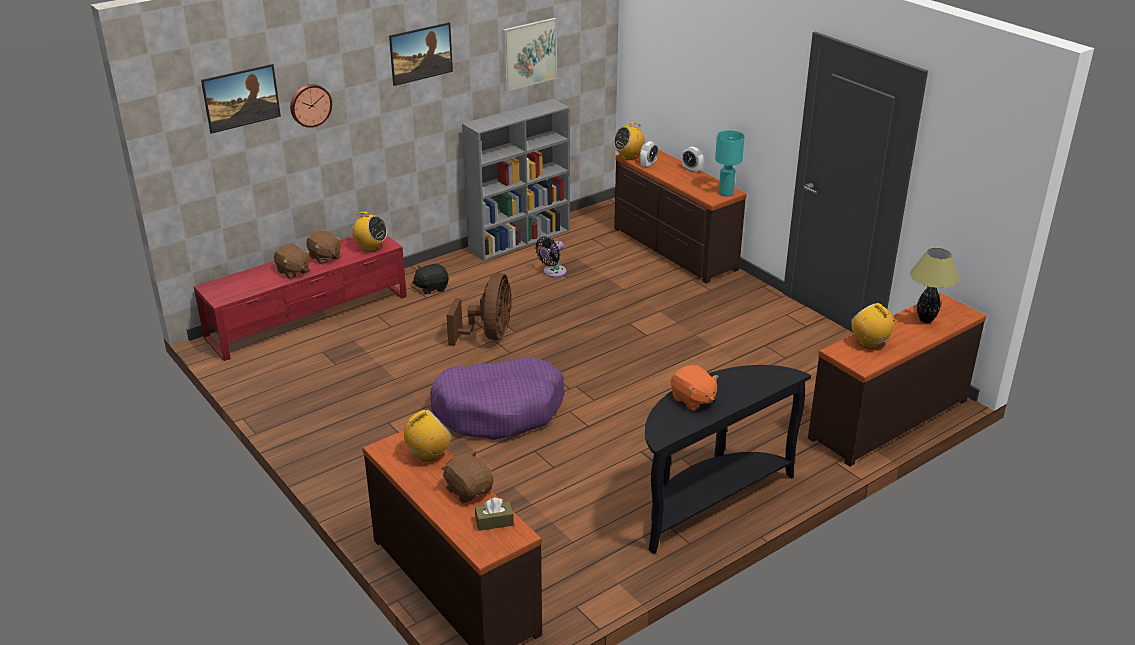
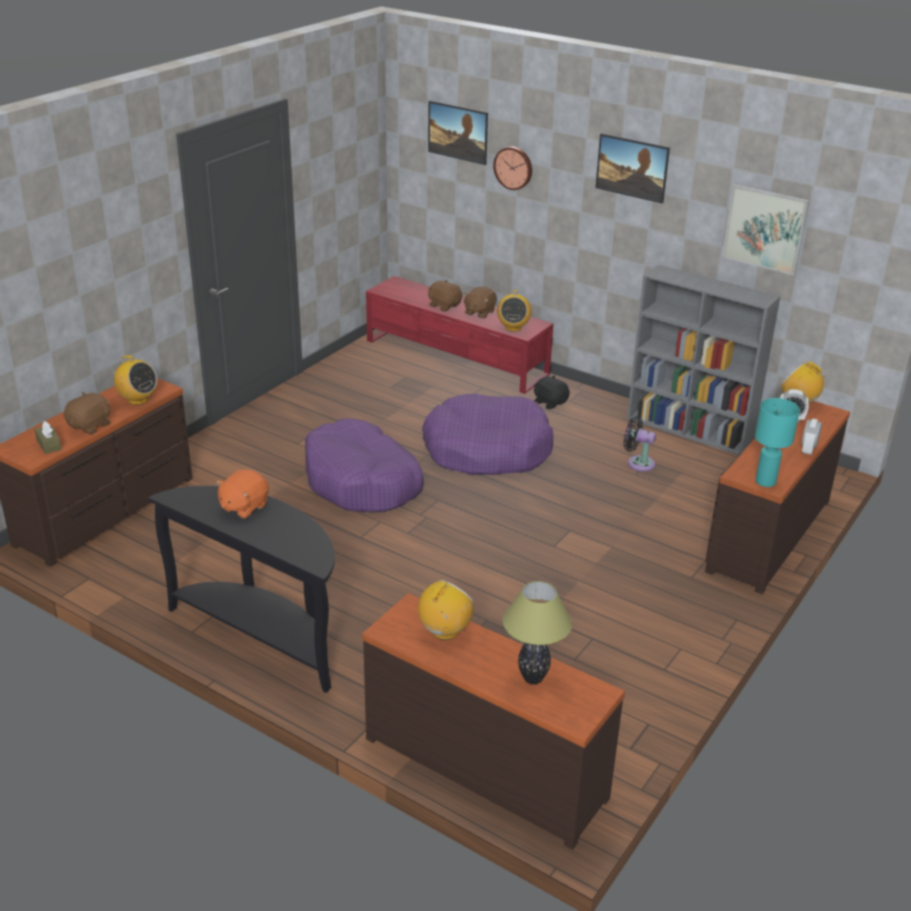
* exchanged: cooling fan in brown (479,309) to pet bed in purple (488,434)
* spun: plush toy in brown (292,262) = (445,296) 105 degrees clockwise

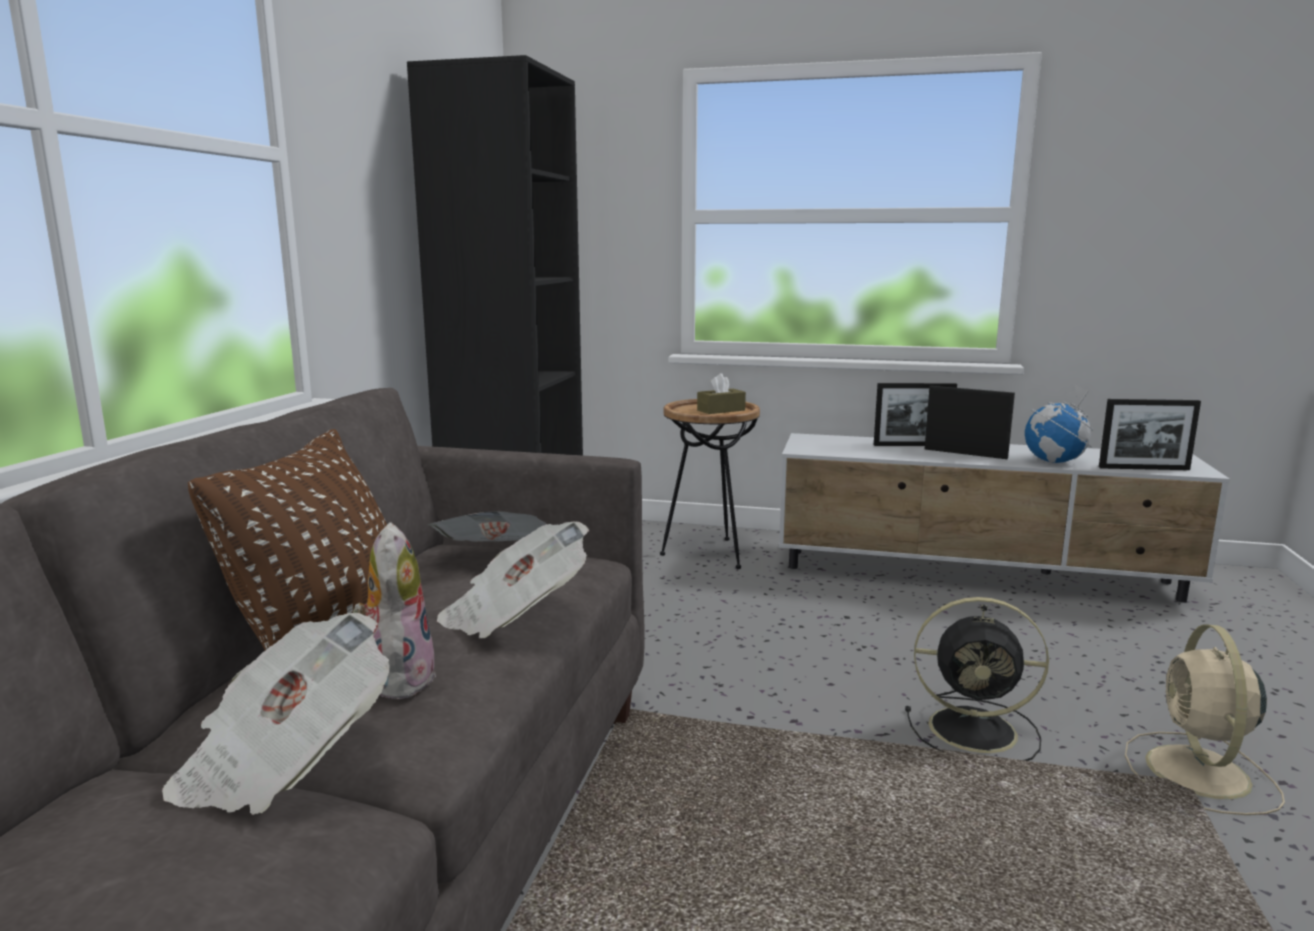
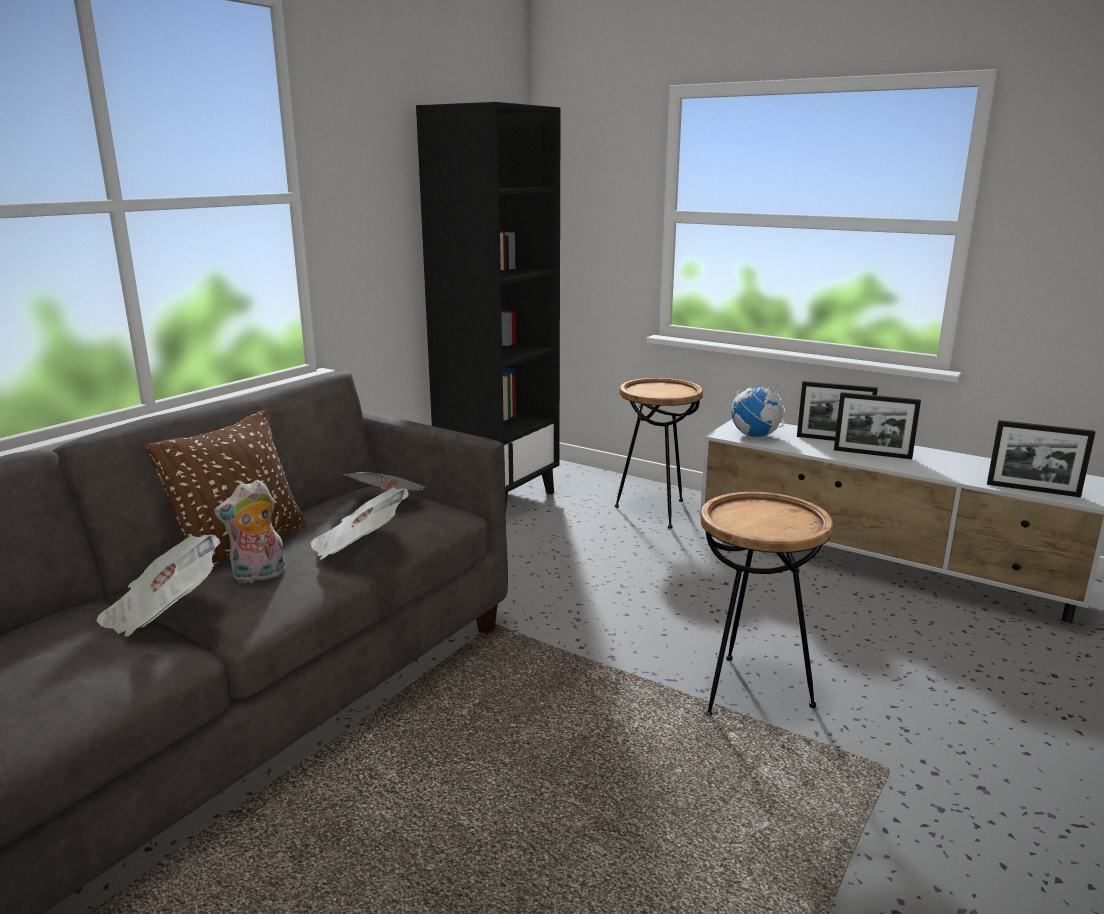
* spun: plush toy (394,610) = (250,531) 135 degrees counterclockwise
* exchanged: cooling fan in black (977,679) to accent table in brown (766,604)
* relocated: desk globe (1059,424) to (758,405)
* spun: picture frame (970,422) = (877,425) 150 degrees clockwise
* missing: tissue box in brown (721,393)
* missing: cooling fan in beige-coloured (1205,719)

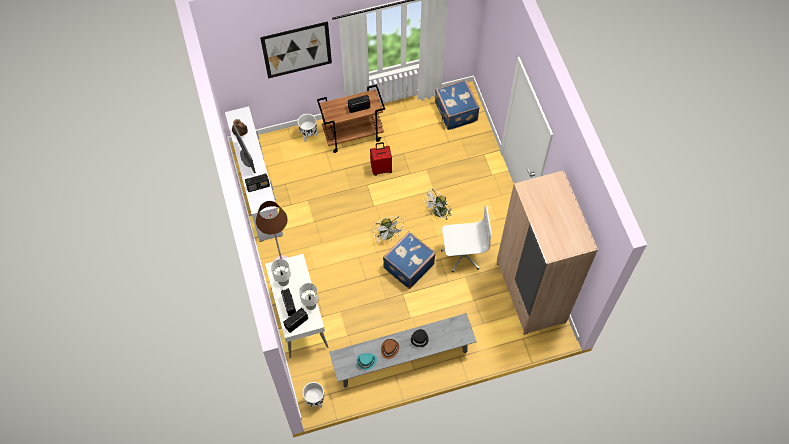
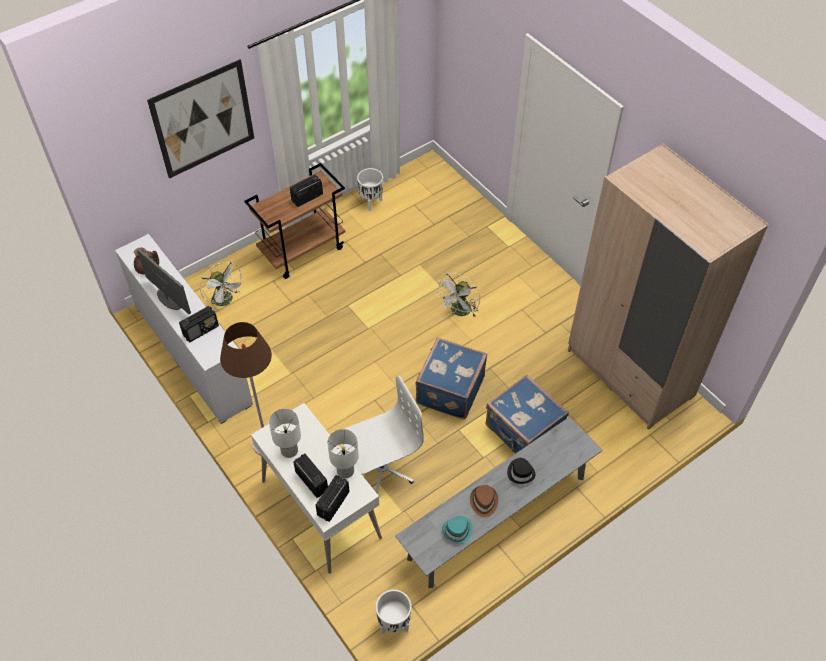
* relocated: cooling fan in white (388,229) to (222,286)
* relocated: computer chair in white (466,239) to (383,435)
* relocated: plant pot in white (307,128) to (370,189)
* relocated: piece of luggage in bluish (457,105) to (527,413)
* missing: piece of luggage in reddish (381,159)

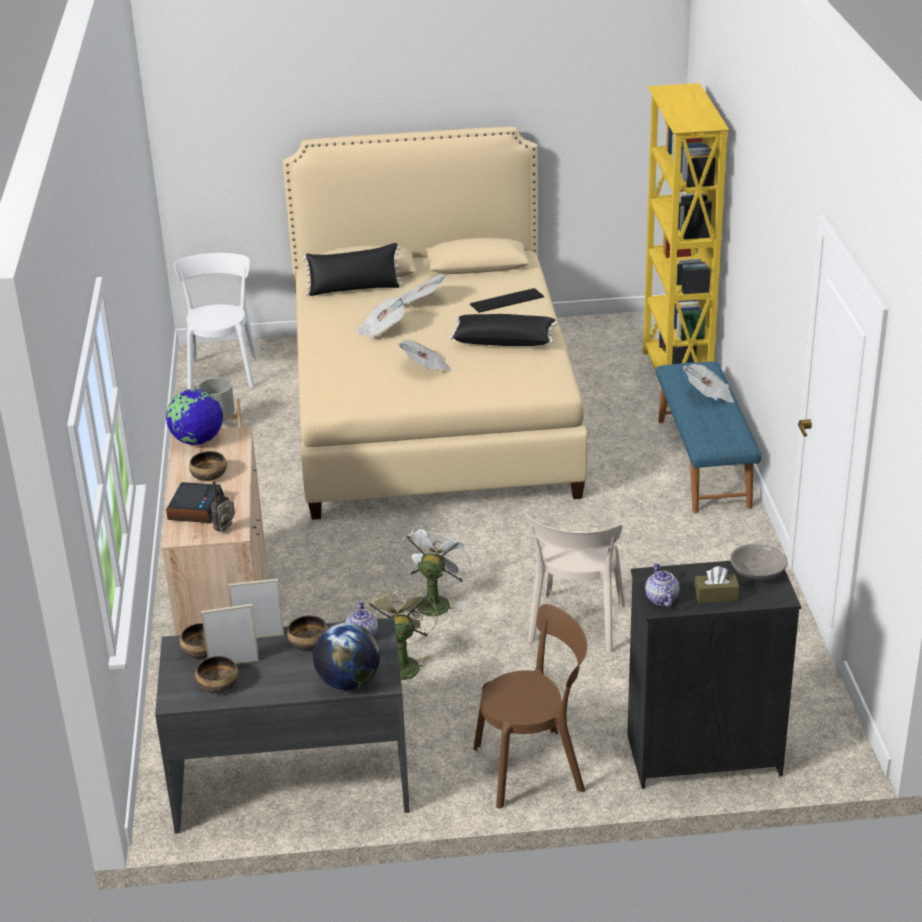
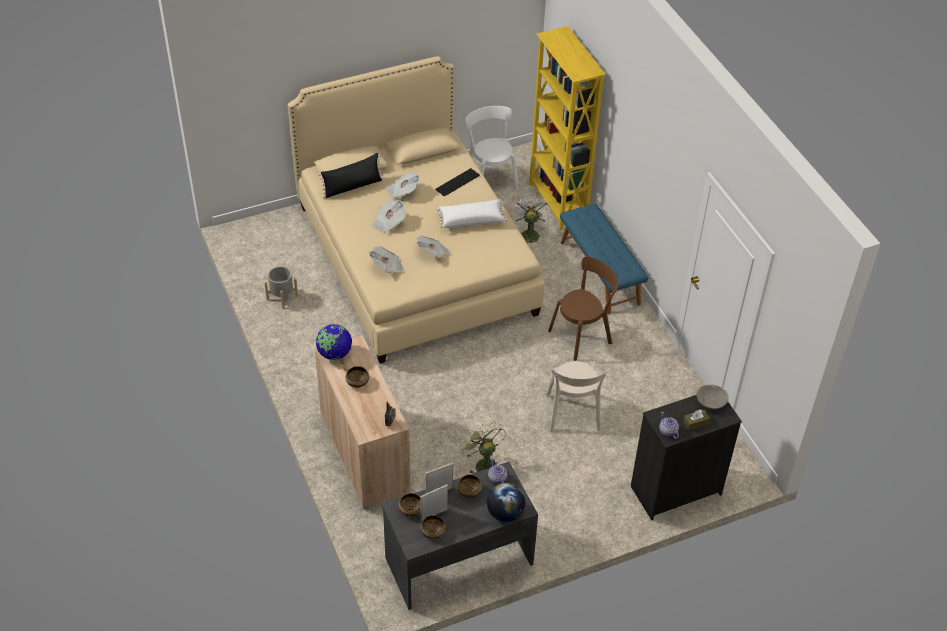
* relocated: daily paper (708,383) to (387,259)
* colour: throw pillow in black (503,330) to throw pillow in white (472,213)
* relocated: chair in white (215,321) to (492,148)
* relocated: cooling fan in white (435,572) to (531,219)
* relocated: chair in brown (530,706) to (583,308)
* missing: bedside clock (195,502)

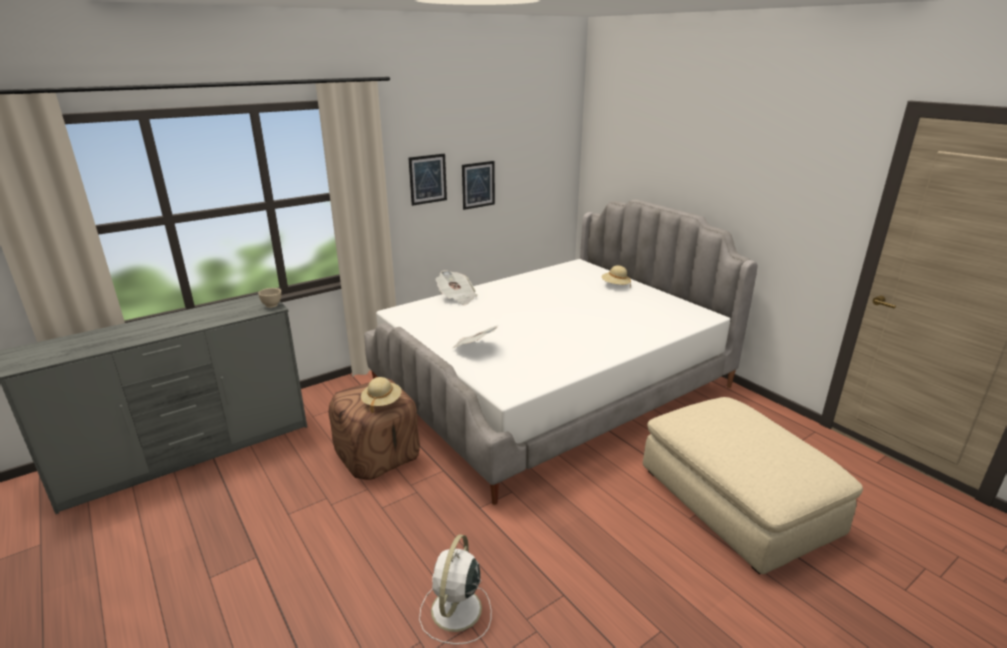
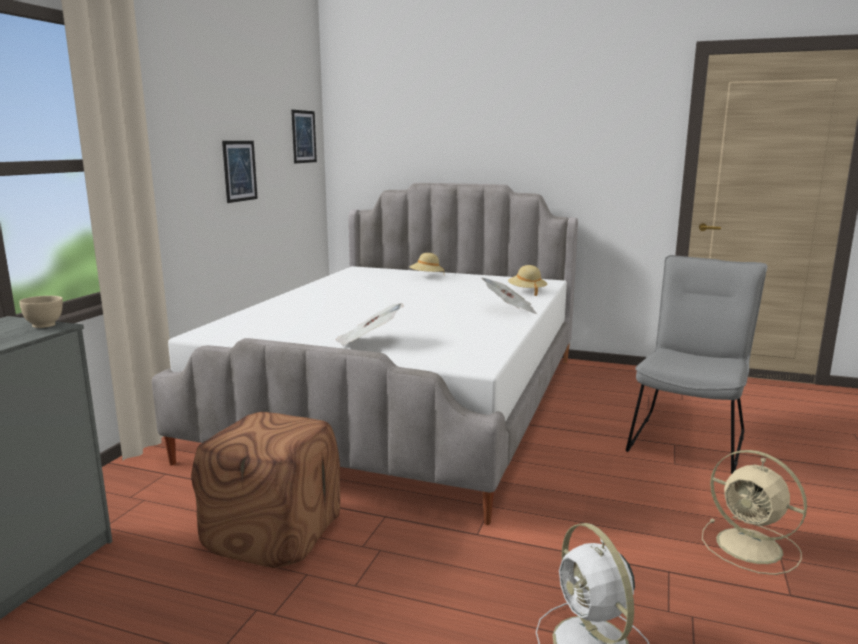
* relocated: wall art (427,180) to (304,136)
* relocated: daily paper (456,287) to (509,295)
* relocated: clothing hat in beige-coloured (381,395) to (527,280)
* exchanged: pouffe in beige-coloured (753,485) to chair in grey (697,364)
* appeared: cooling fan in beige-coloured (754,512)

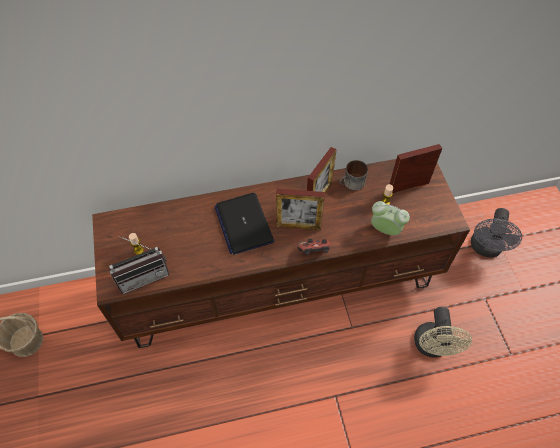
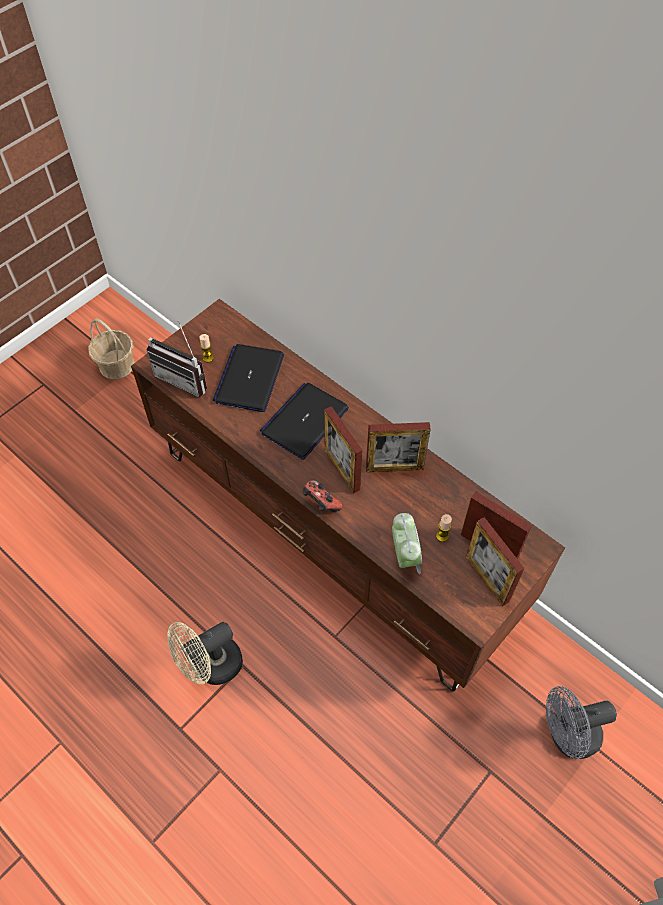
* relocated: cooling fan in beige-coloured (443,332) to (205,653)
* appeared: notebook computer (248,378)
* appeared: picture frame (495,561)
* missing: coffee mug (354,175)

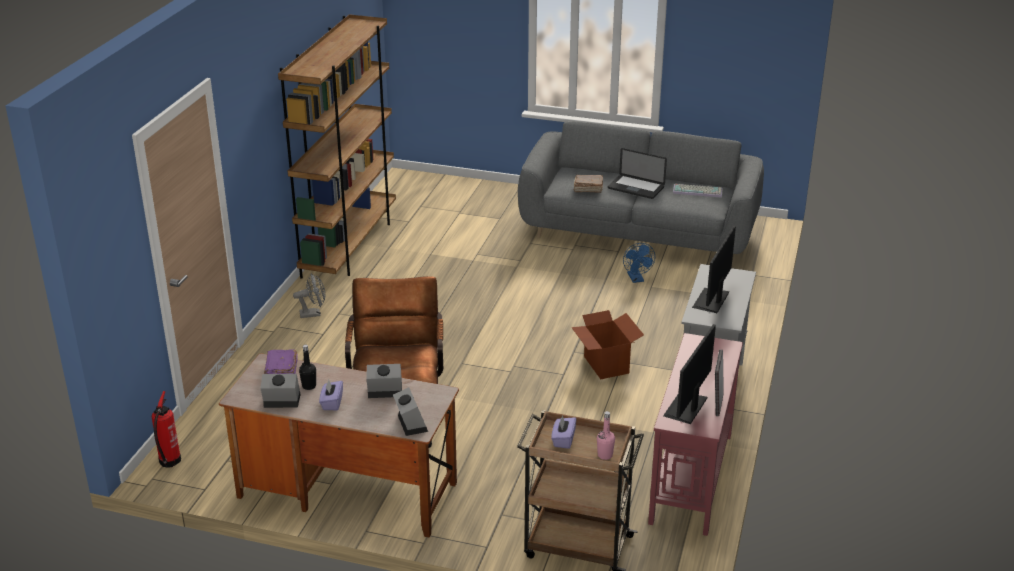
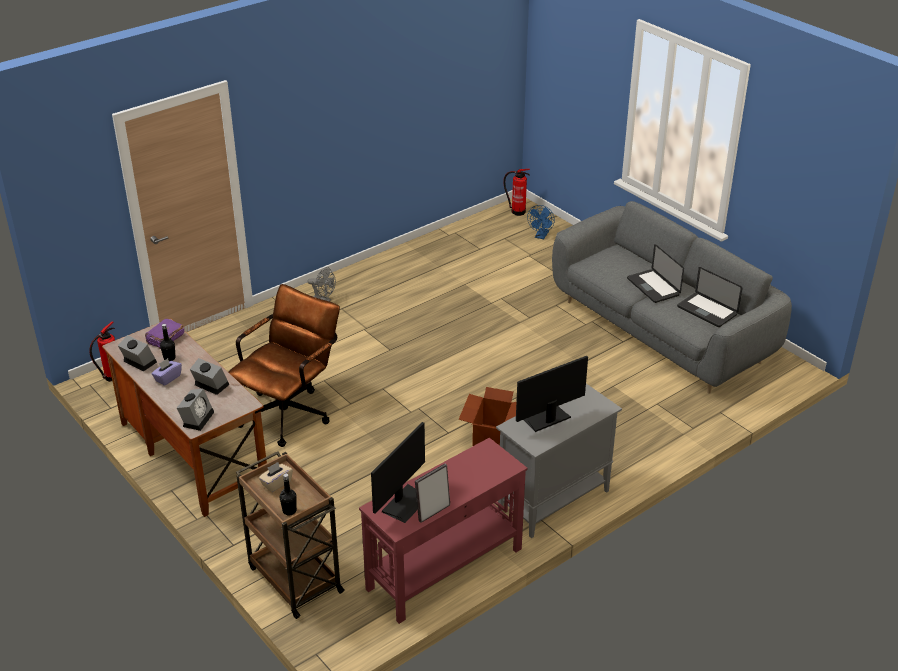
* colour: tissue box in purple (564,432) to tissue box in beige-coloured (276,477)
* colour: beverage bottle in pink (606,435) to beverage bottle in black (288,494)
* spun: monitor (689,374) = (398,472) 150 degrees clockwise
* appeared: fire-fighting cylinder (516,192)
* relocated: cooling fan in bluish (639,263) to (541,222)
* exchanged: PC keyboard (698,191) to notebook computer (709,297)
* missing: shelving unit in brown (337,146)
* missing: bound book in brown (588,184)

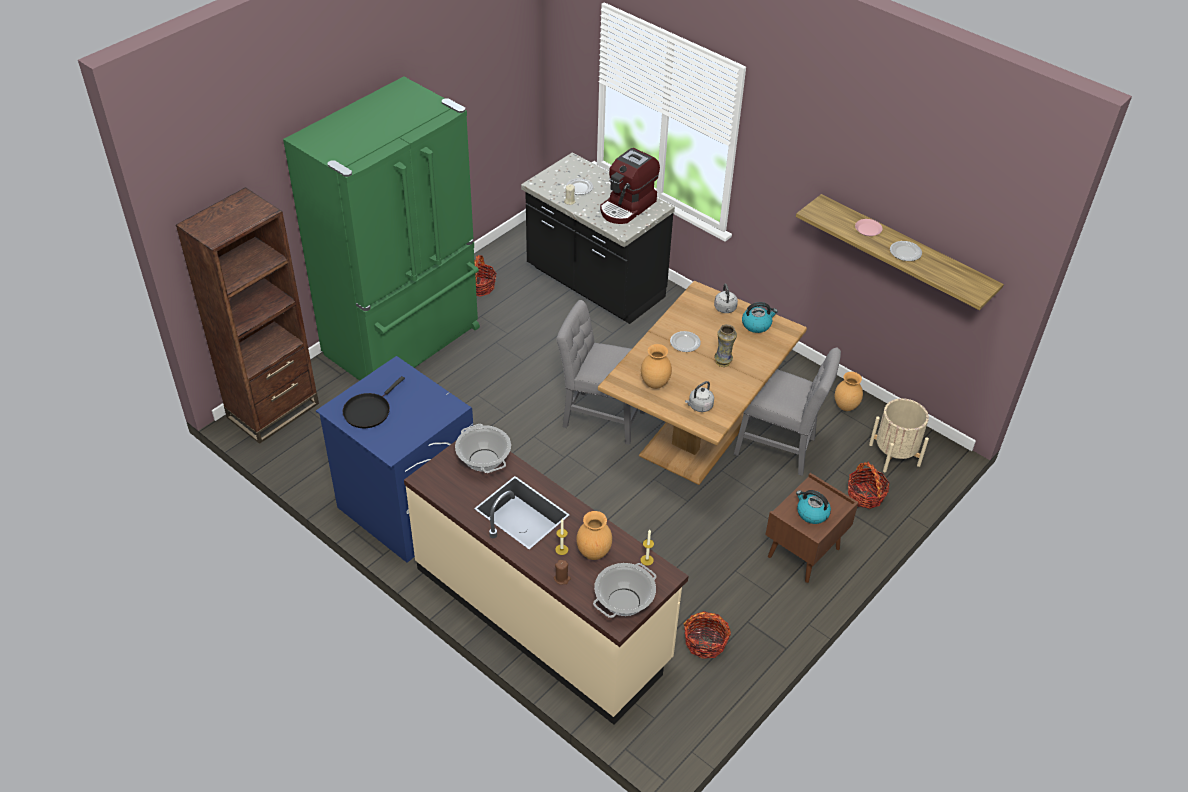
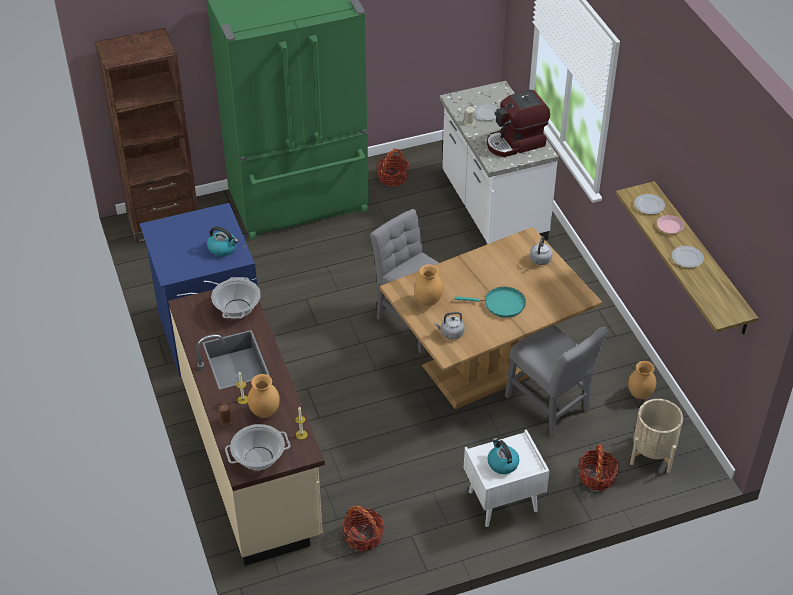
* relocated: kettle (760,317) to (223,241)
* colour: kitchen counter in black (598,238) to kitchen counter in white (499,162)
* exchanged: decorative vase (725,345) to skillet in turquoise-coloured (490,302)
* colour: nightstand in brown (811,528) to nightstand in white (507,478)
* relocated: flat dish (685,341) to (649,204)
* missing: skillet in black (374,402)

